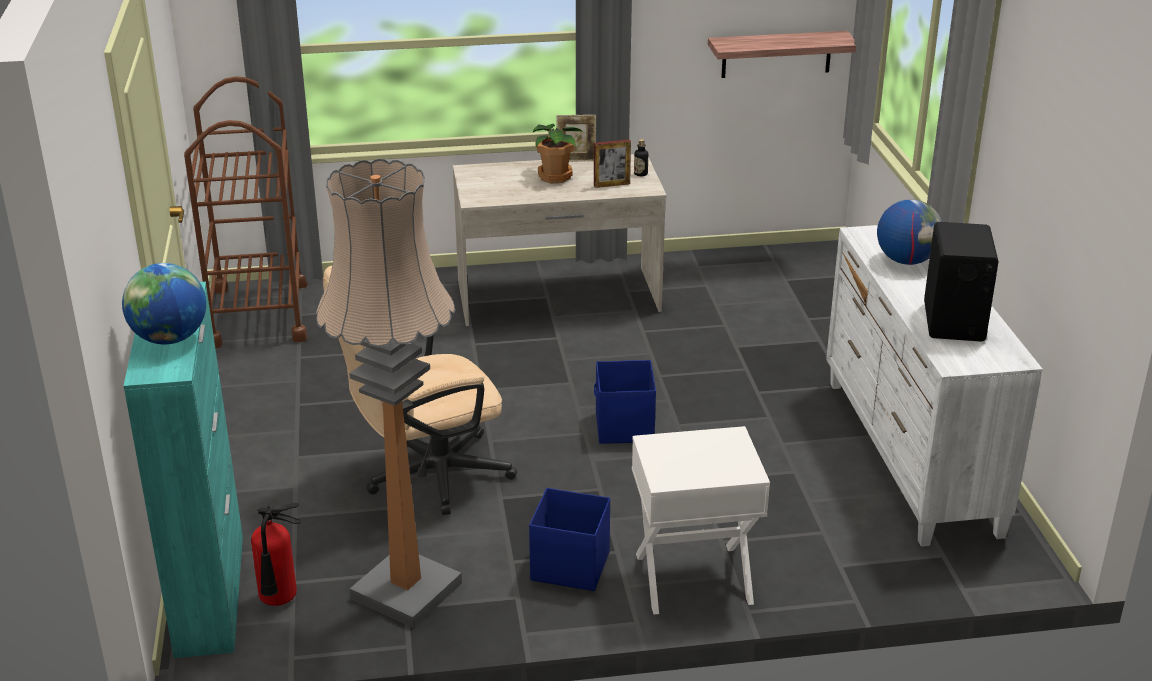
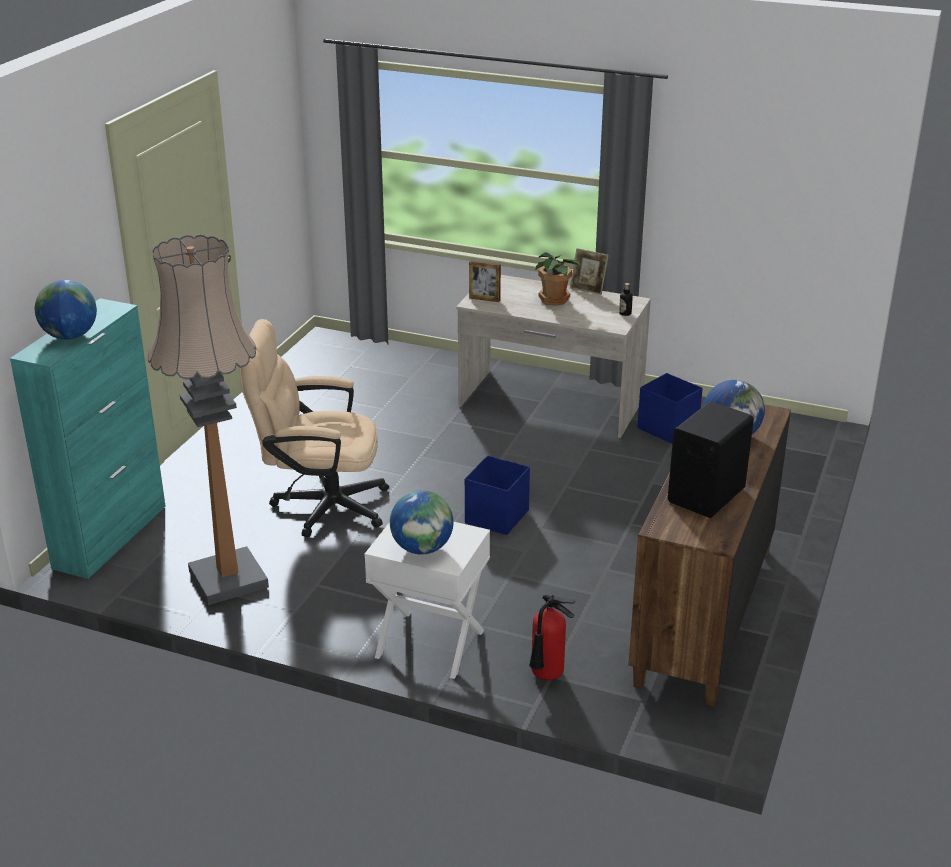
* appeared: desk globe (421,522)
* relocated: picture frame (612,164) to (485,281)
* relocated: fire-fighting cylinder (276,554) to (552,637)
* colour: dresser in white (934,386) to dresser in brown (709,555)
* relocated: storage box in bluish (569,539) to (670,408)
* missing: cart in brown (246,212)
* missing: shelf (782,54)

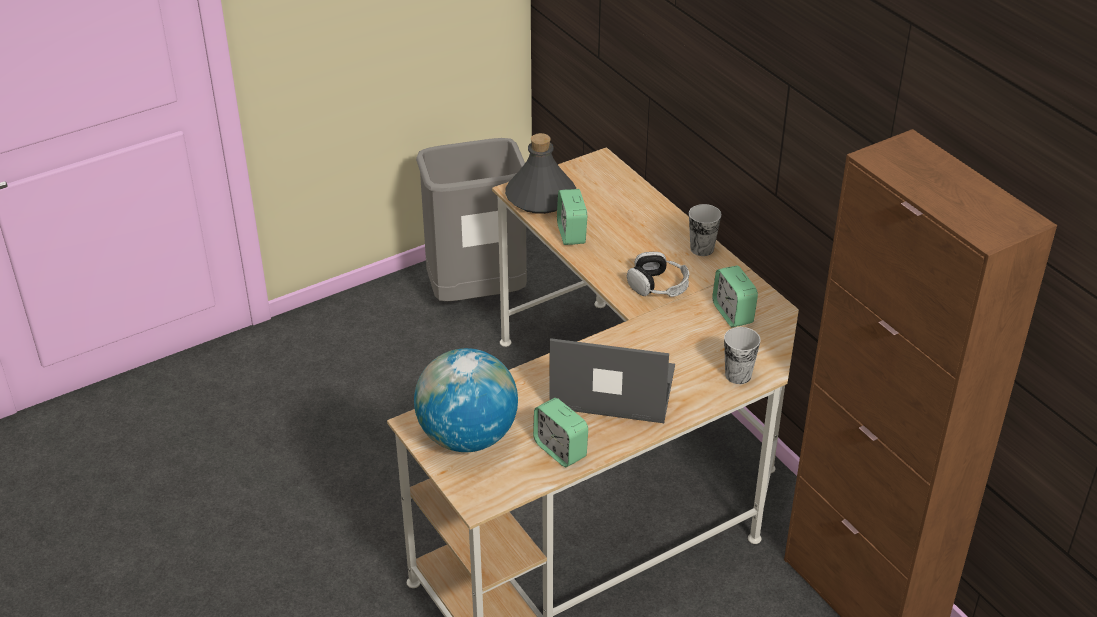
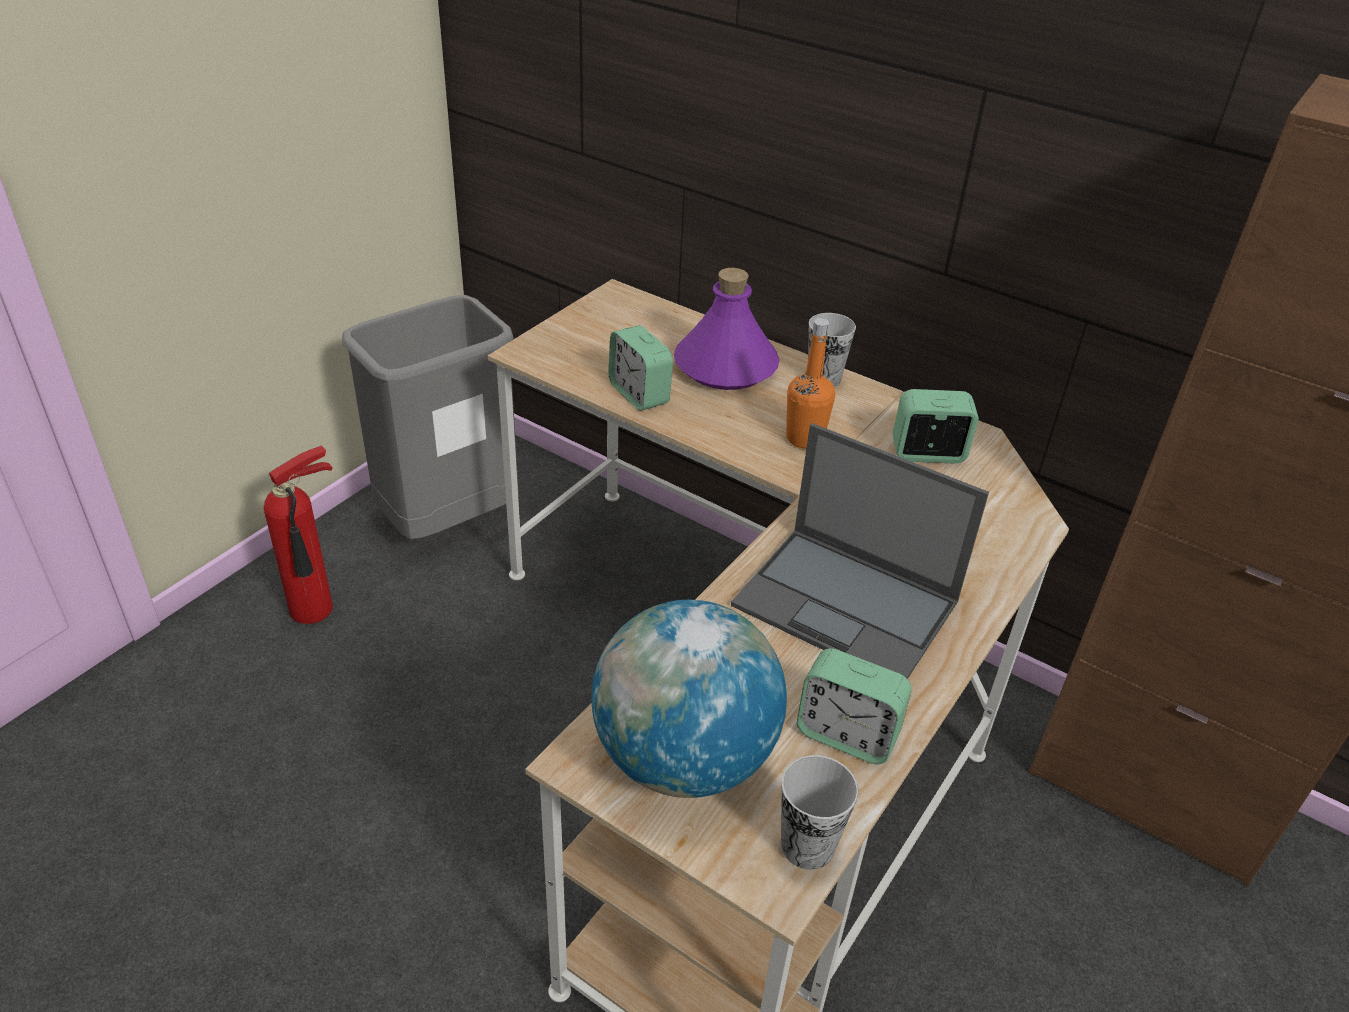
* appeared: fire-fighting cylinder (298,535)
* appeared: beverage bottle in purple (726,329)
* spun: notebook computer (612,380) = (860,551) 135 degrees counterclockwise
* relocated: small cup (742,355) to (819,812)
* exchanged: headphones (658,274) to beverage bottle in orange (810,383)
* spun: bedside clock (735,296) = (936,426) 135 degrees clockwise
* missing: beverage bottle in grey (540,173)

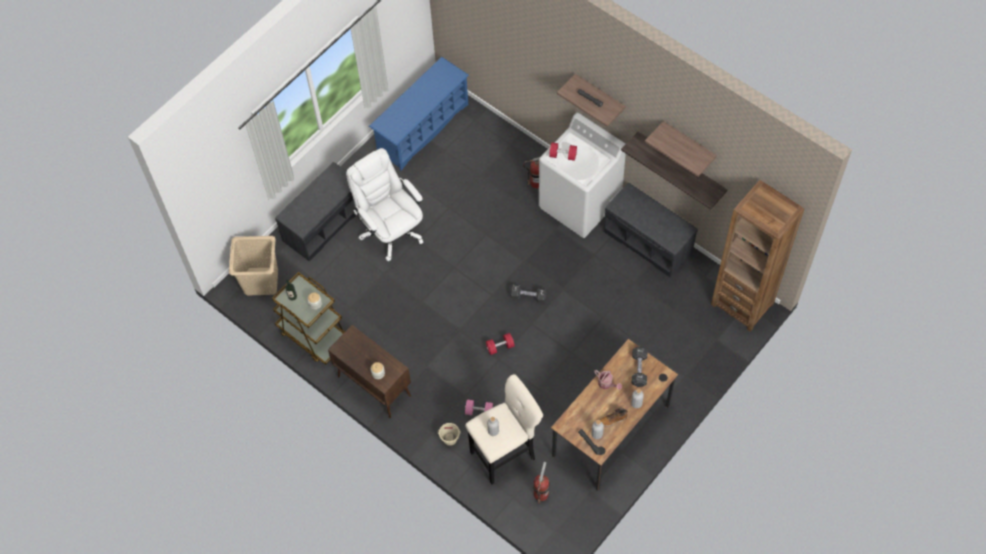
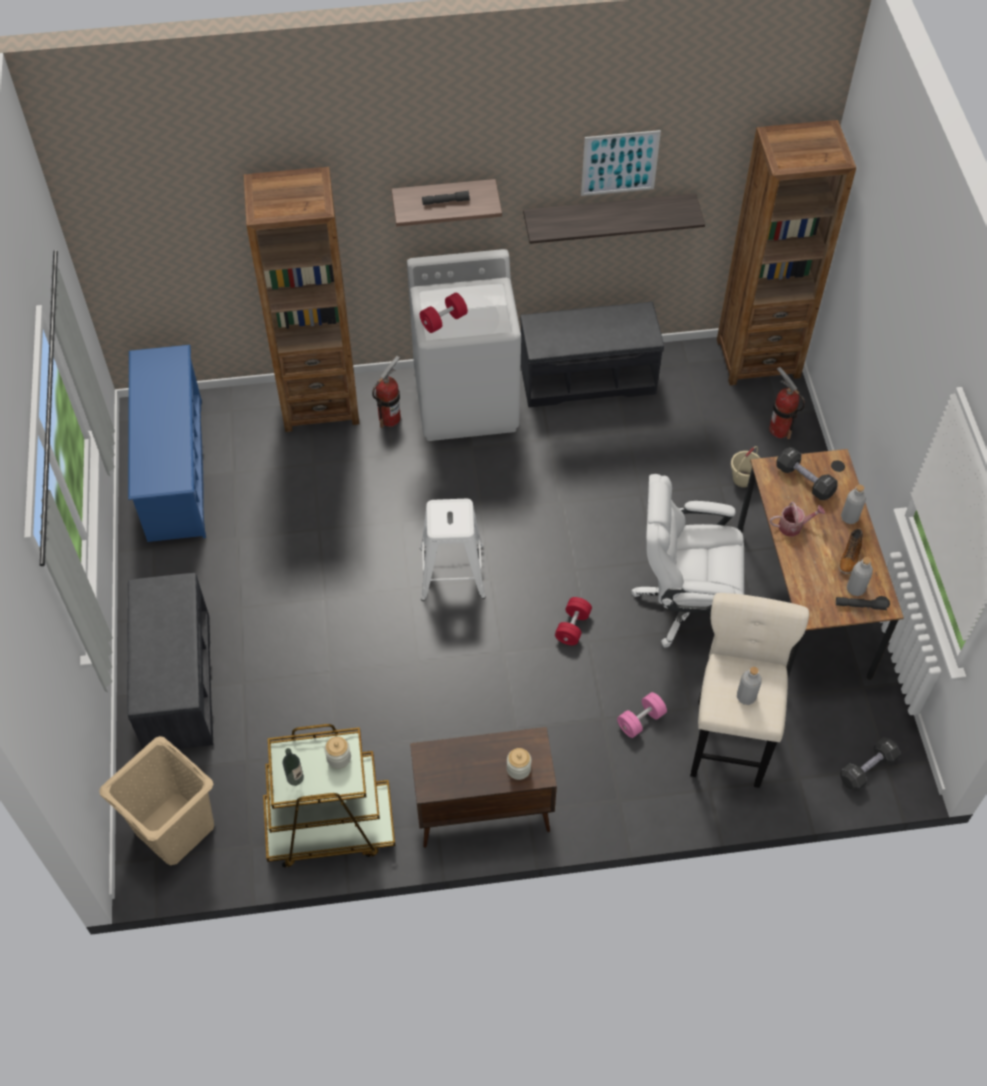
* appeared: shelving unit in brown (301,299)
* appeared: stool in white (453,550)
* exchanged: shelf (681,149) to wall art (621,163)
* relocated: computer chair in white (384,204) to (687,560)
* relocated: pail in beige-coloured (449,434) to (745,467)
* relocated: fire-fighting cylinder (541,482) to (787,403)
* relocated: free weight in black (528,293) to (870,764)

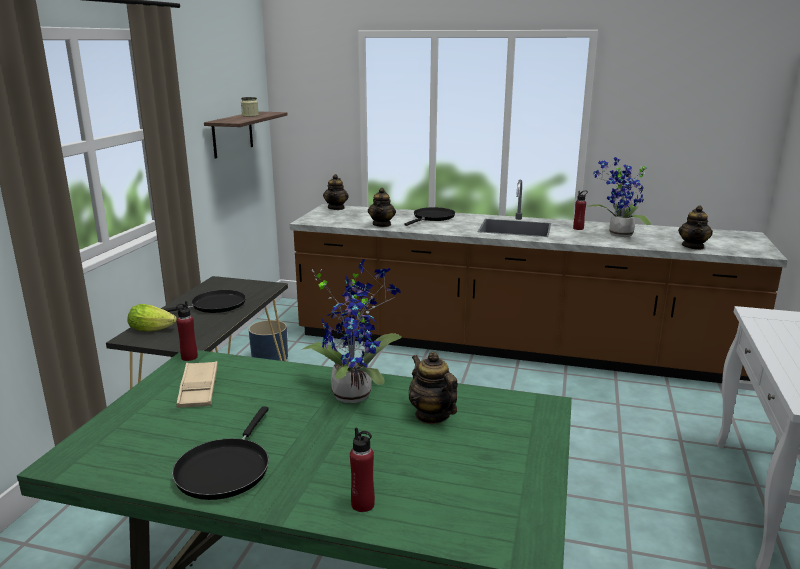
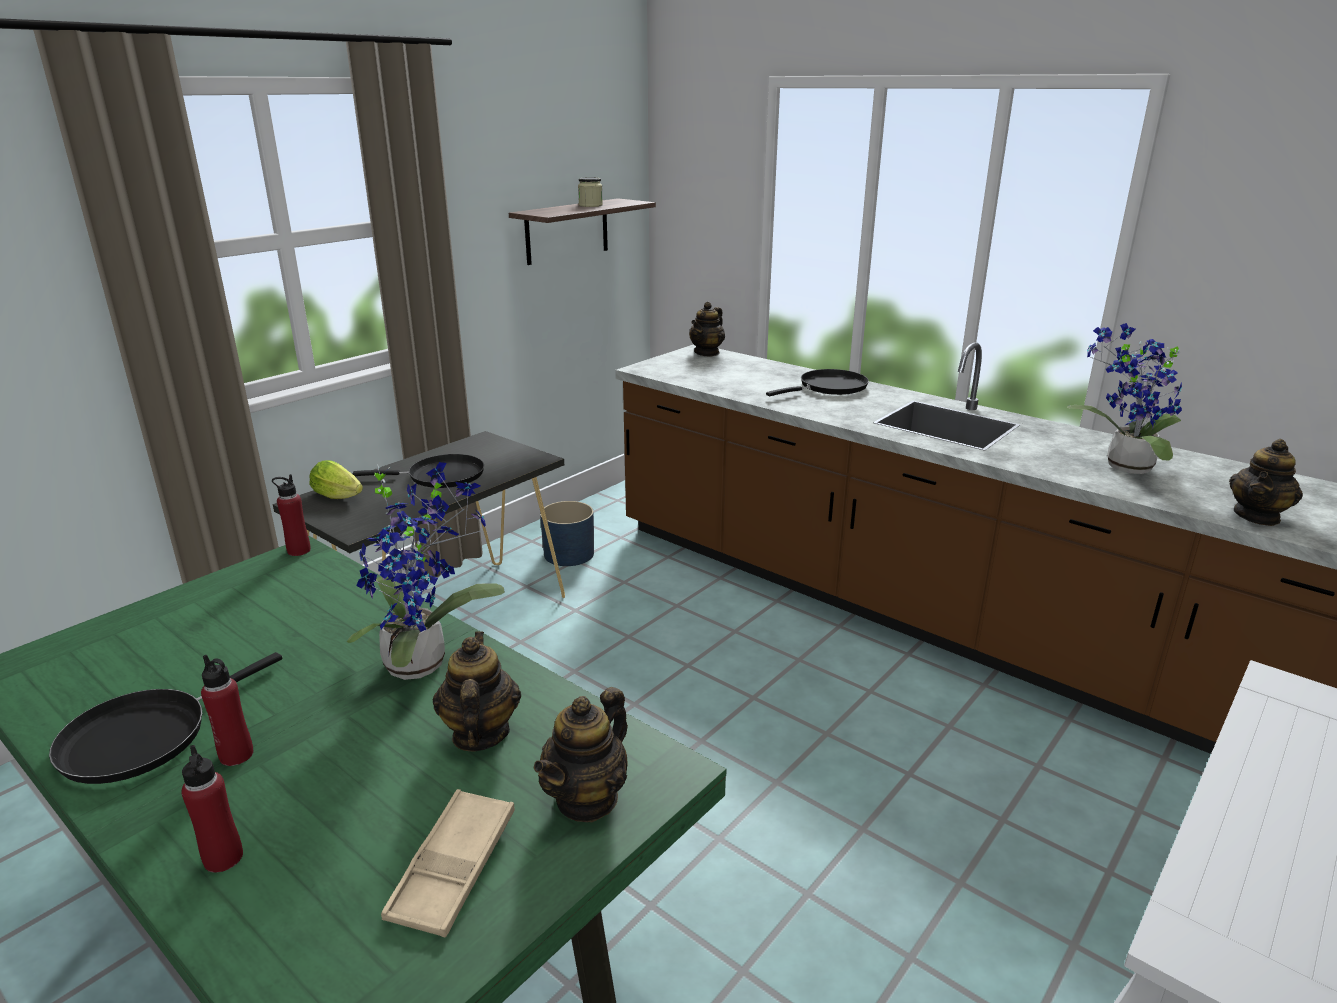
* relocated: beverage bottle in reddish (580,210) to (227,710)
* relocated: serving tray in beige-coloured (197,384) to (448,863)
* relocated: teapot (382,207) to (581,754)

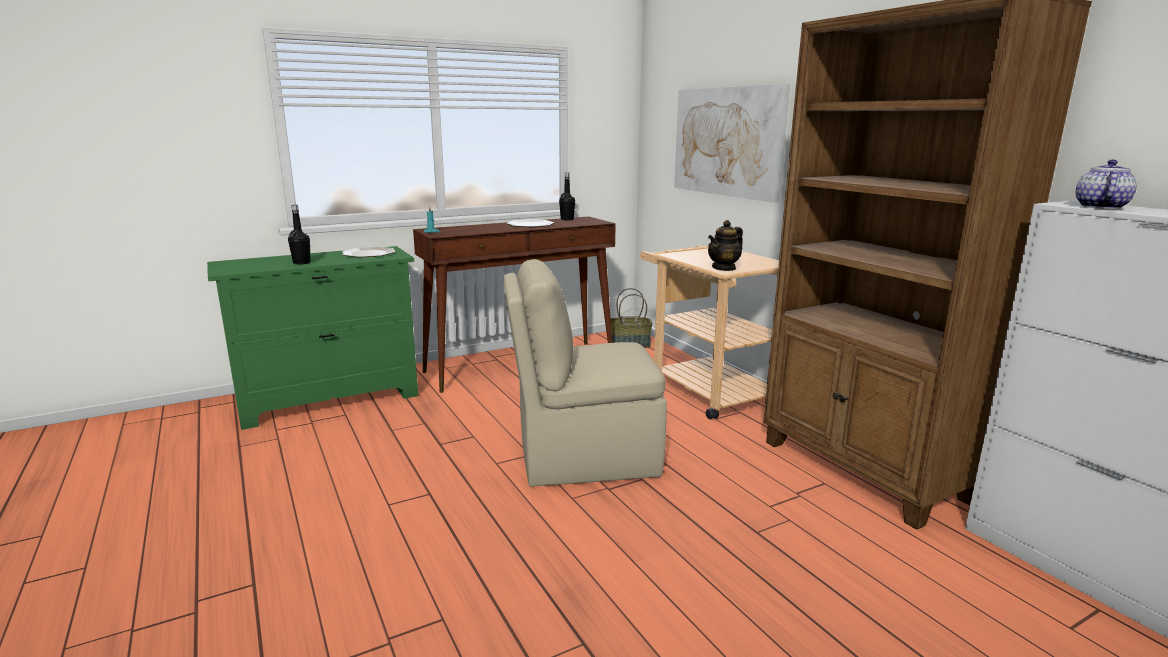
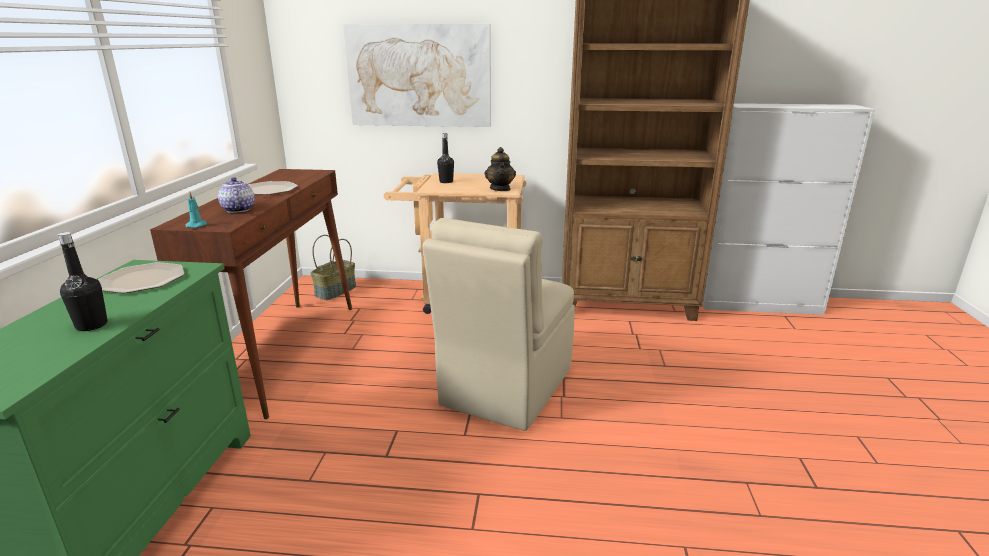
* relocated: teapot (1106,184) to (236,195)
* relocated: beverage bottle in black (567,196) to (445,158)

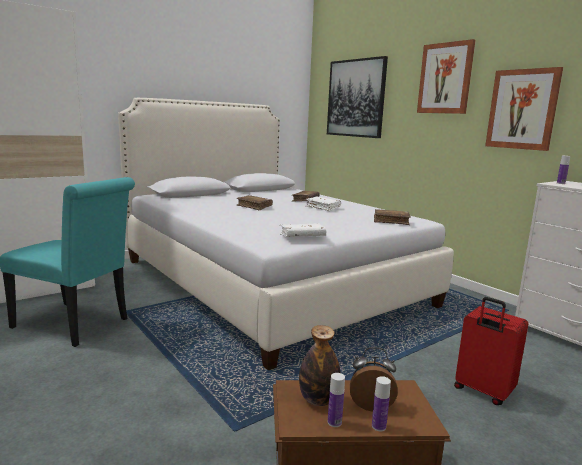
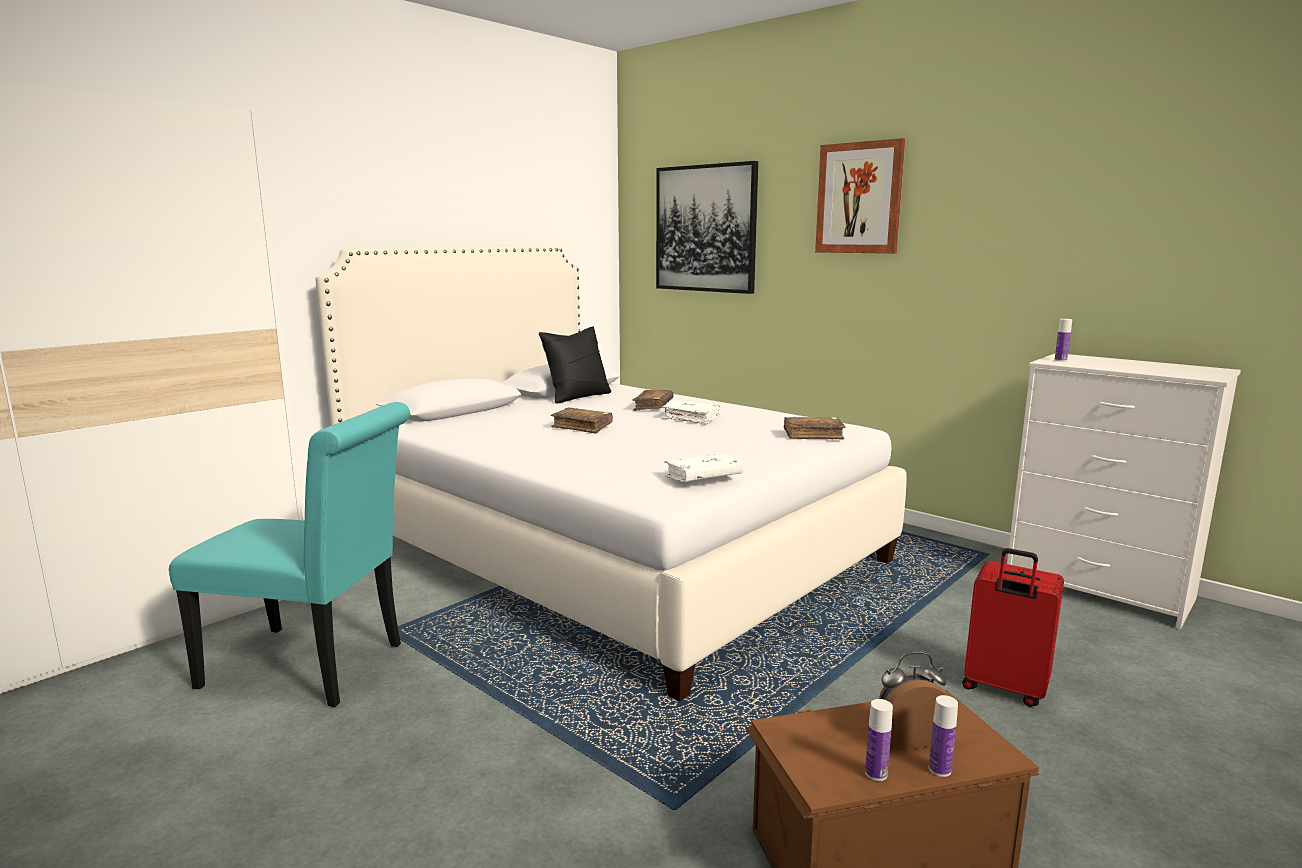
* appeared: throw pillow in black (575,364)
* missing: beverage bottle (319,365)
* missing: wall art (524,109)

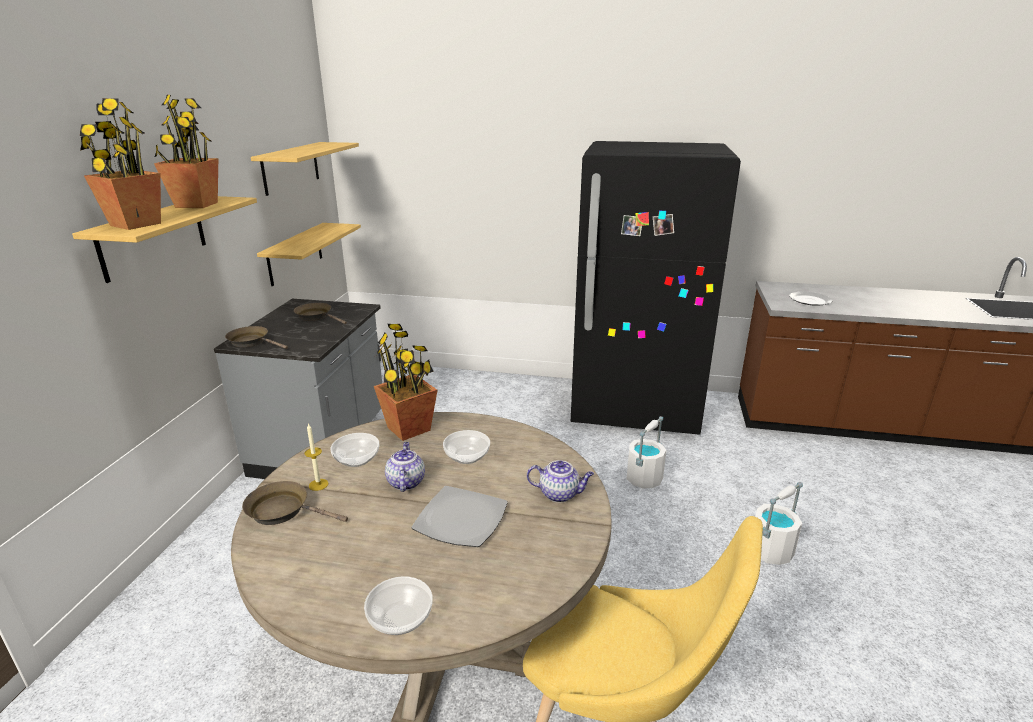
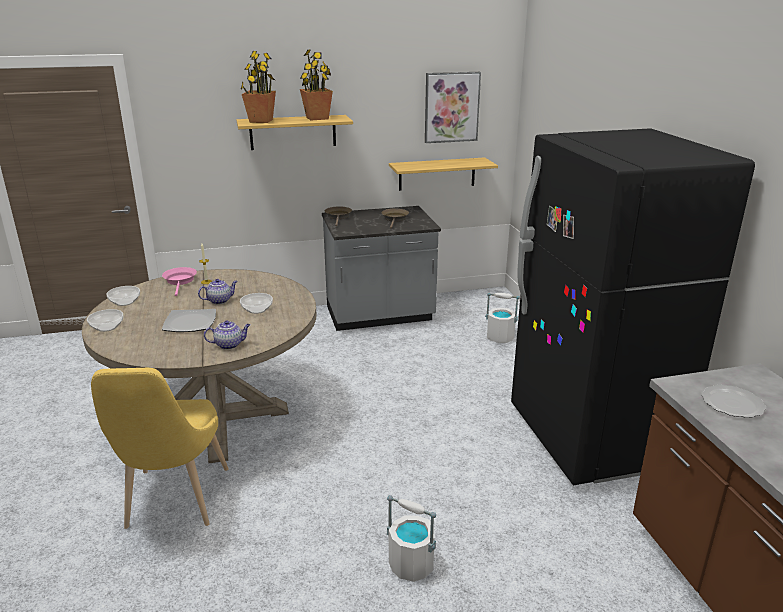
* relocated: serving bowl (354,450) to (123,296)
* colour: skillet in brown (295,503) to skillet in pink (179,281)
* spun: teapot (560,481) = (227,335) 90 degrees counterclockwise
* exchanged: shelf (305,169) to wall art (453,107)
* relocated: pail in white (647,452) to (502,318)
* missing: plant in a pot (406,382)

